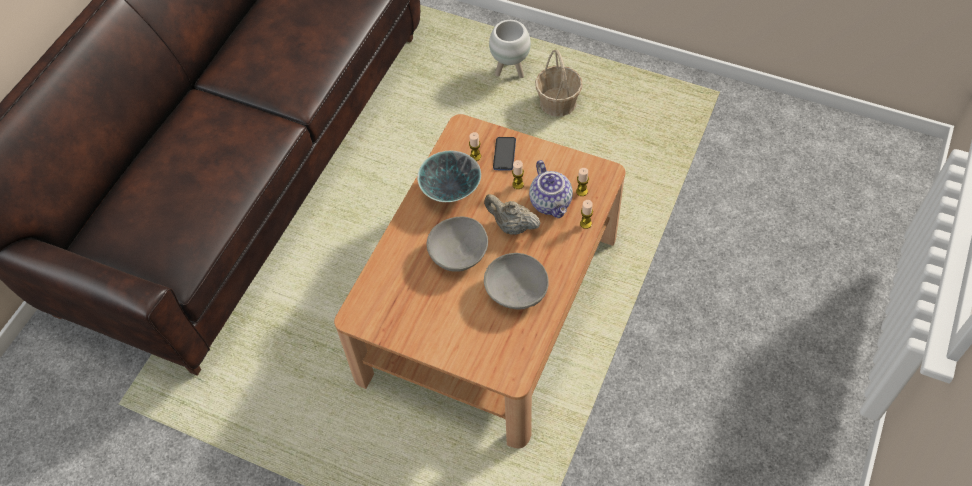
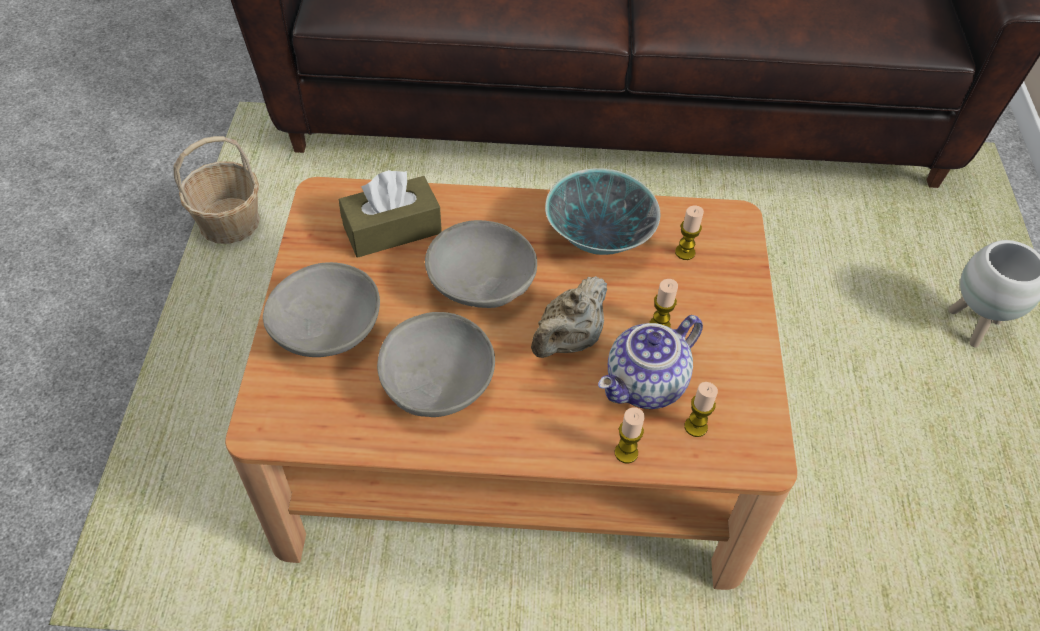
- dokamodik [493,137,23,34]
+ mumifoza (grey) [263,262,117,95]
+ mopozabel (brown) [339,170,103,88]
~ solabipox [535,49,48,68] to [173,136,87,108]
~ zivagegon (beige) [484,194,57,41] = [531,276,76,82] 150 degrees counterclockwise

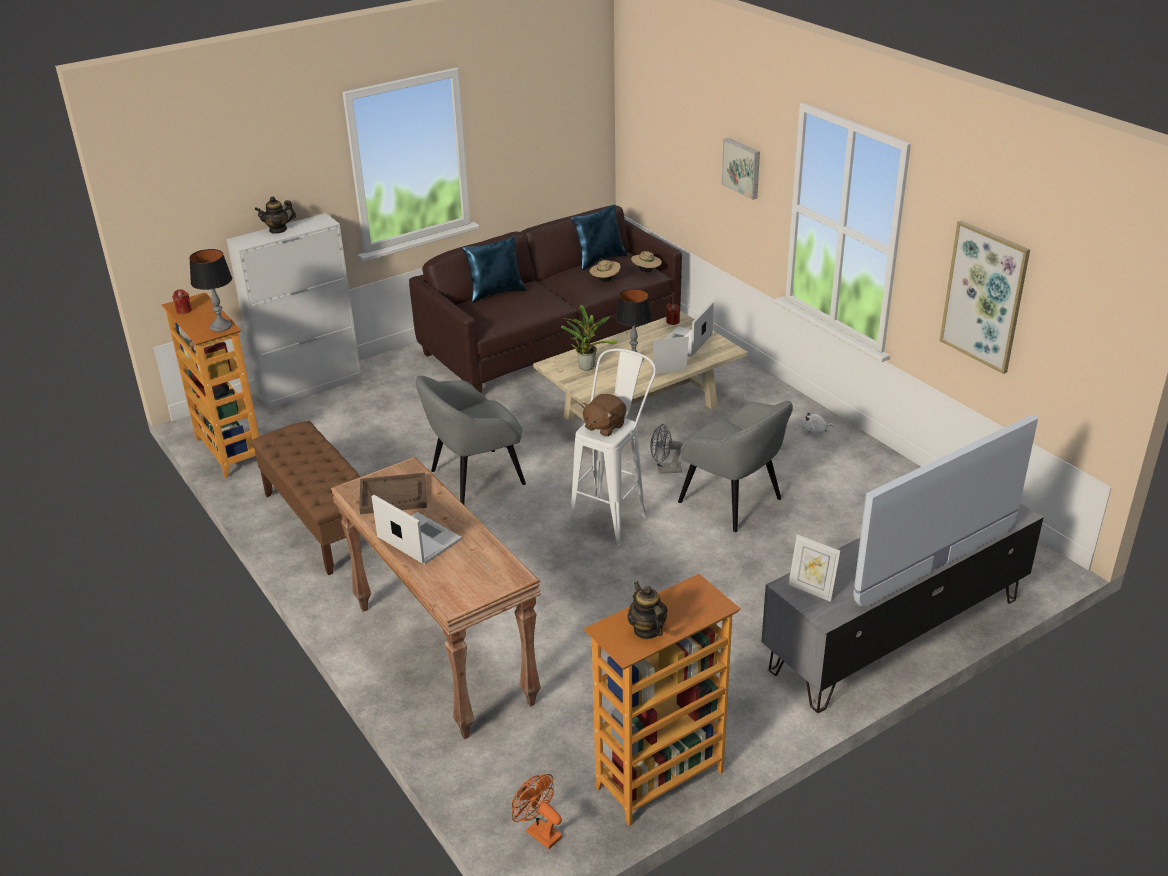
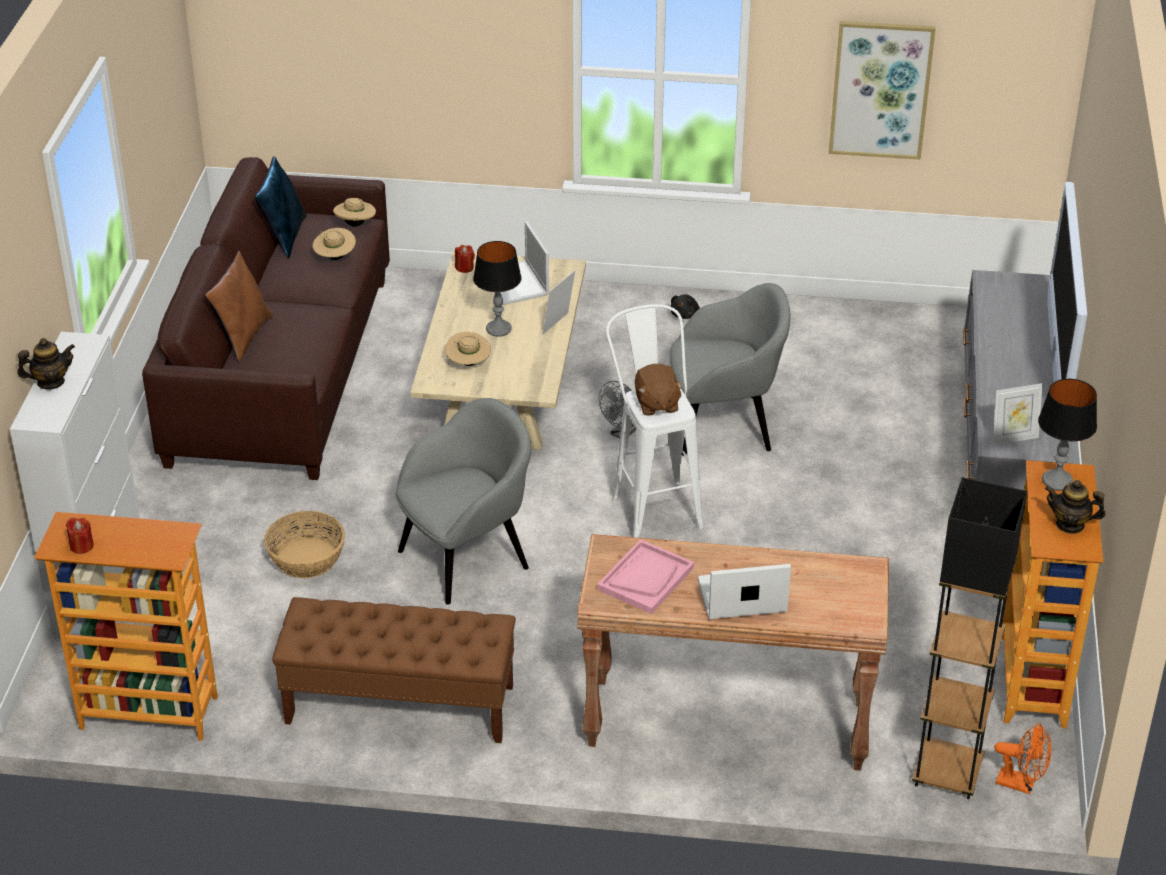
- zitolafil [722,138,38,62]
+ solabipox [264,511,81,67]
+ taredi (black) [912,477,115,322]
~ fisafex [189,249,43,83] to [1038,379,59,112]
~ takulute [561,305,56,66] to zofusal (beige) [445,332,46,34]
~ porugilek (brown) [359,473,68,41] to porugilek (pink) [597,539,97,75]
~ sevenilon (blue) [462,236,64,67] to sevenilon (brown) [205,251,68,111]
~ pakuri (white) [803,411,31,24] to pakuri (black) [670,294,30,25]
~ zivagegon [255,196,41,37] = [17,338,58,52] 135 degrees counterclockwise
~ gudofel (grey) [416,376,110,129] = [395,398,136,207] 135 degrees counterclockwise
~ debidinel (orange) [512,774,50,75] = [995,723,56,71] 150 degrees counterclockwise

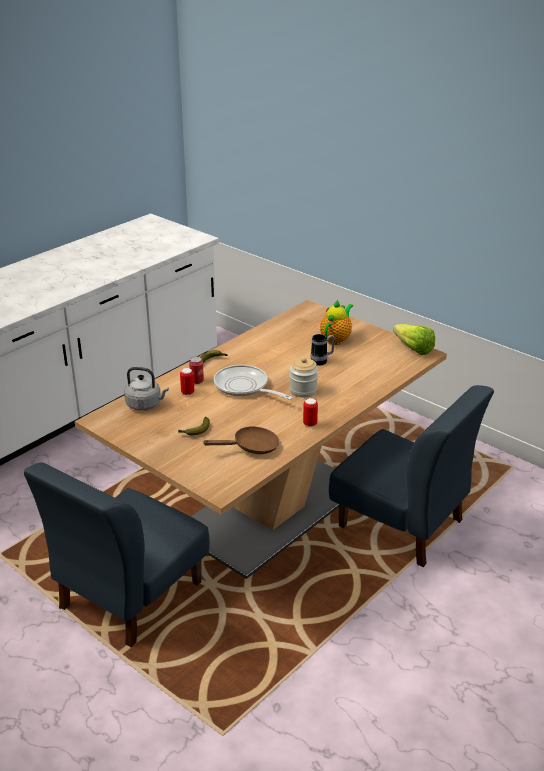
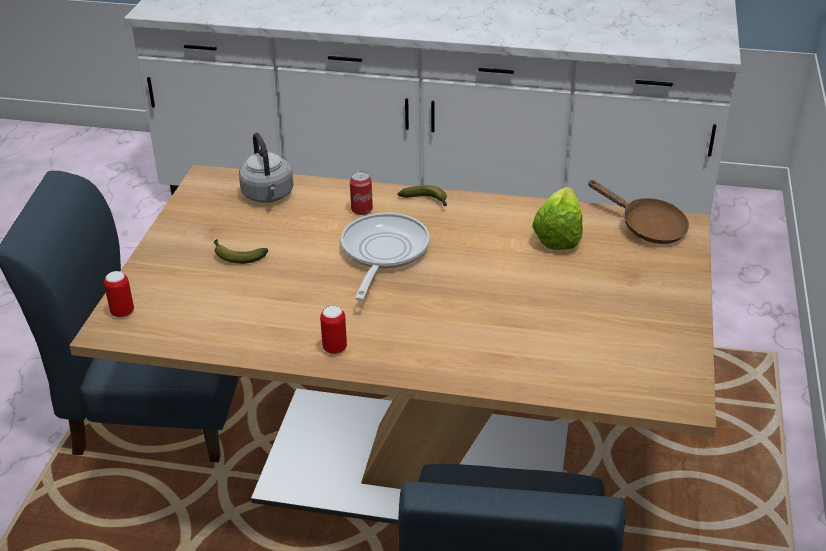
- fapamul [289,357,29,40]
- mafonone [310,334,25,32]
- zivagegon [320,300,33,45]
~ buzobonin [180,368,14,27] to [104,271,30,46]
~ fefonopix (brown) [203,426,76,28] to [588,180,101,64]
~ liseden [393,324,42,31] to [532,187,51,63]

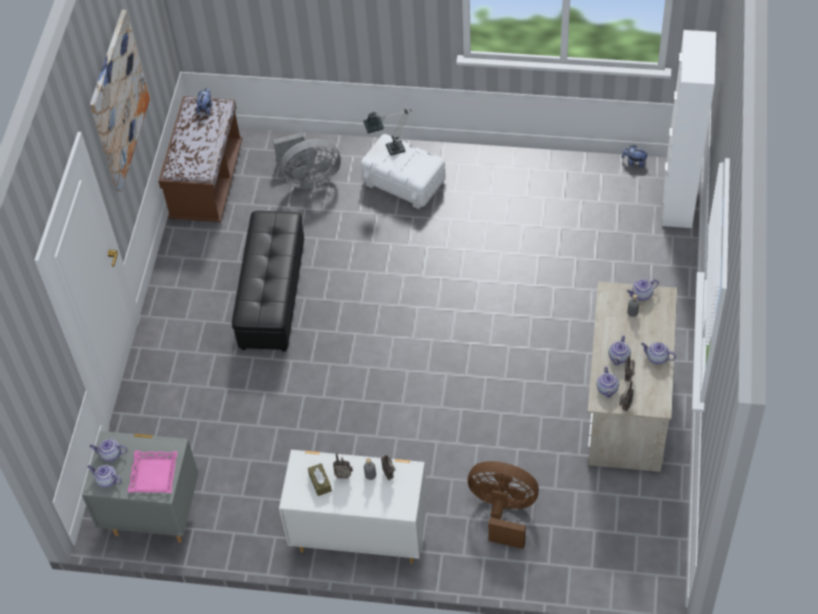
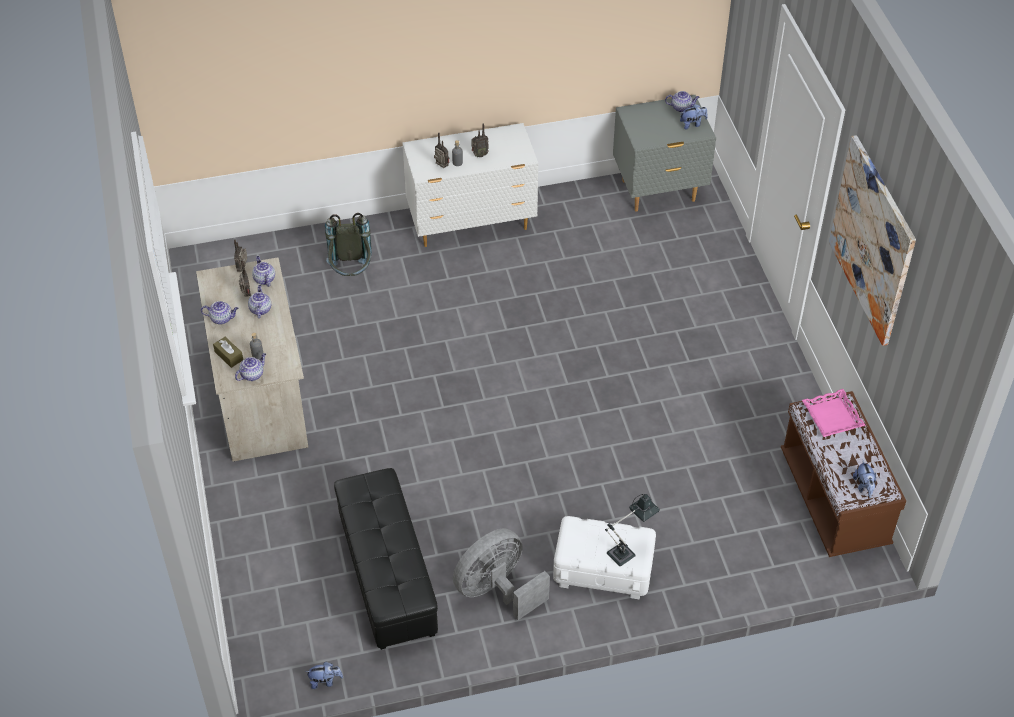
- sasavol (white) [662,30,54,198]
~ porugilek (pink) [128,451,50,42] to [802,389,64,48]
~ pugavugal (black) [232,211,72,141] to [334,468,104,182]
~ debidinel (grey) [273,132,68,57] to [453,528,97,92]
~ mopozabel (brown) [308,463,24,33] to [213,337,30,31]
~ zivagegon [90,439,38,23] to pakuri [680,104,28,26]
~ debidinel (brown) [468,461,71,88] to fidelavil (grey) [325,213,47,63]

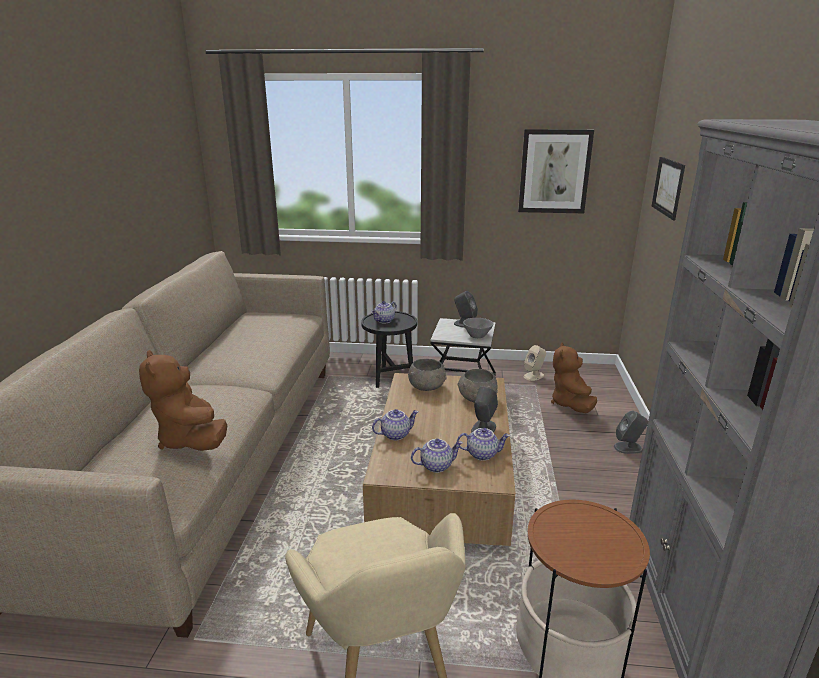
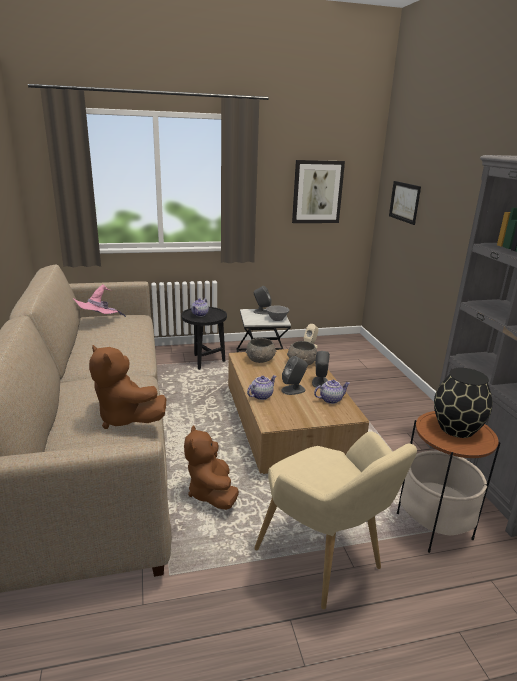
- zivagegon [411,439,52,34]
+ zofusal (pink) [73,284,53,33]
+ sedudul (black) [434,368,58,70]
~ pakuri (brown) [551,342,46,71] to [184,425,55,85]
~ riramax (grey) [614,411,34,43] to [281,356,27,39]

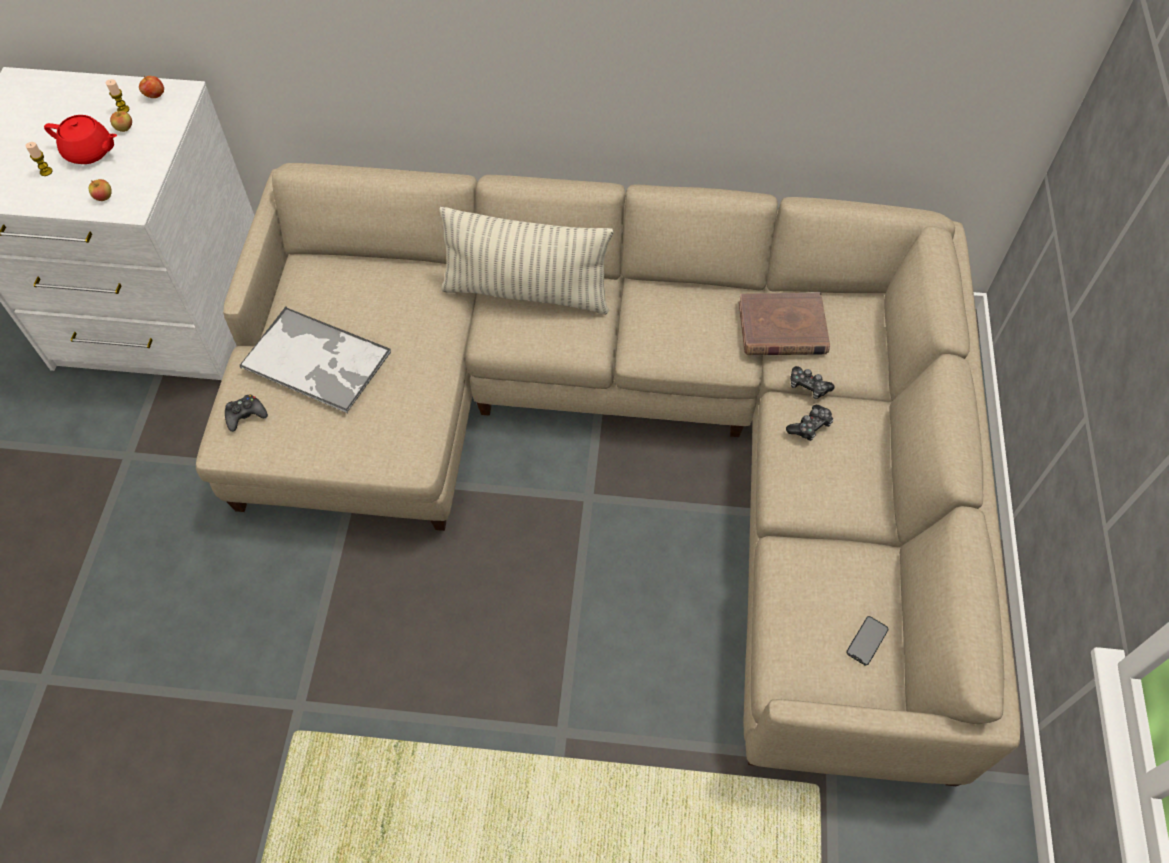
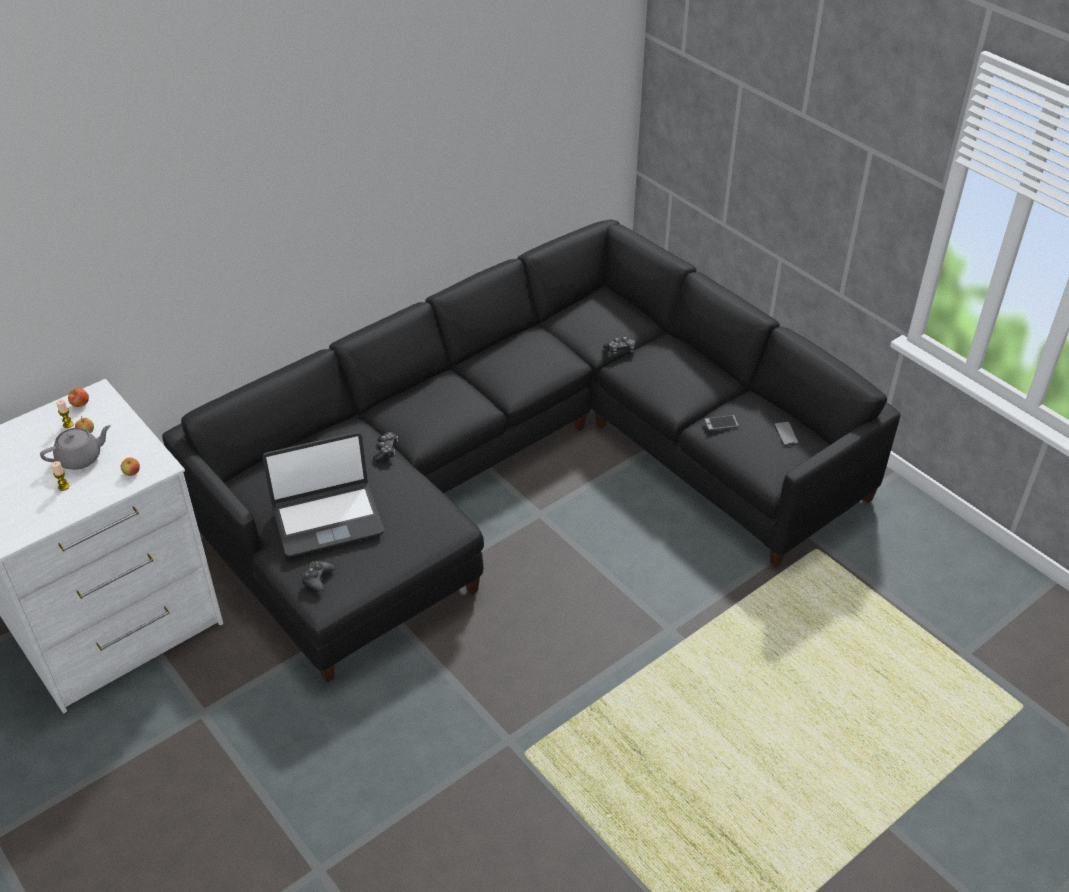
- sevenilon [439,207,175,108]
- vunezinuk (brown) [739,292,91,64]
+ dokamodik [704,415,35,16]
~ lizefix [786,404,47,37] to [373,432,25,30]
~ porugilek [239,307,152,106] to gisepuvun [263,432,121,125]
~ zivagegon (red) [44,115,73,49] to zivagegon (grey) [40,425,71,45]
~ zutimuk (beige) [196,163,825,623] to zutimuk (black) [162,219,739,464]

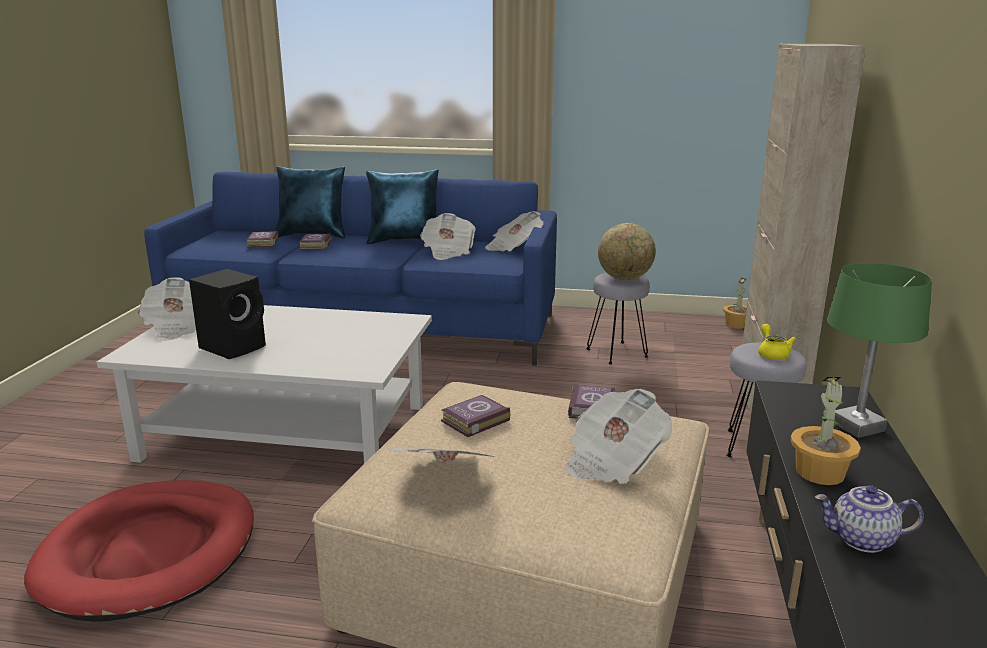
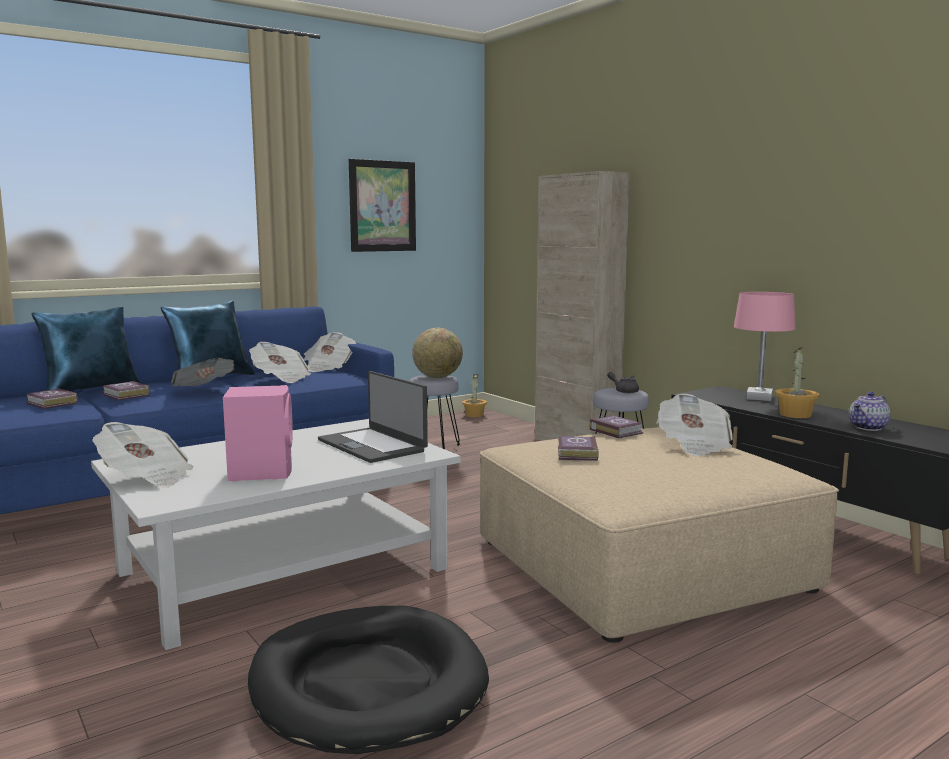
+ gisepuvun [318,371,110,92]
+ zitolafil [349,159,67,93]
~ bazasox [388,448,107,15] to [171,358,63,29]
~ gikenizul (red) [24,480,229,142] to gikenizul (black) [248,606,241,148]
~ riramax (black) [189,269,77,90] to riramax (pink) [223,385,70,96]
~ zivagegon (yellow) [758,324,38,36] to zivagegon (grey) [607,372,32,21]
~ fisafex (green) [827,263,105,175] to fisafex (pink) [734,292,62,109]

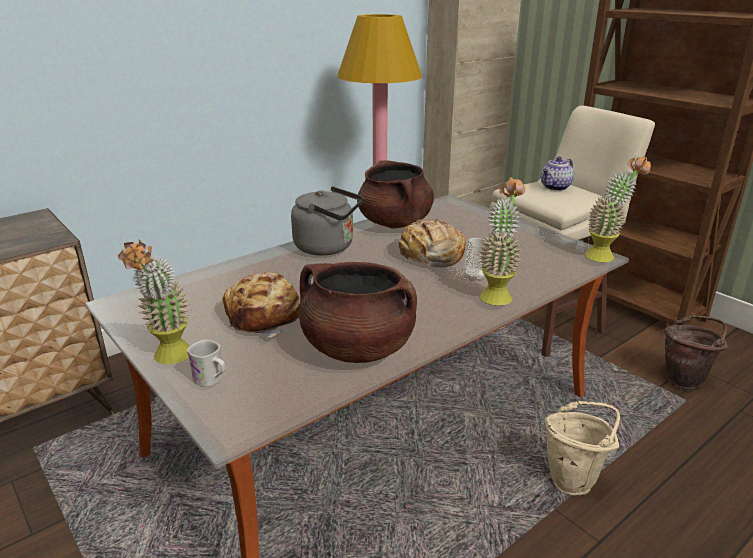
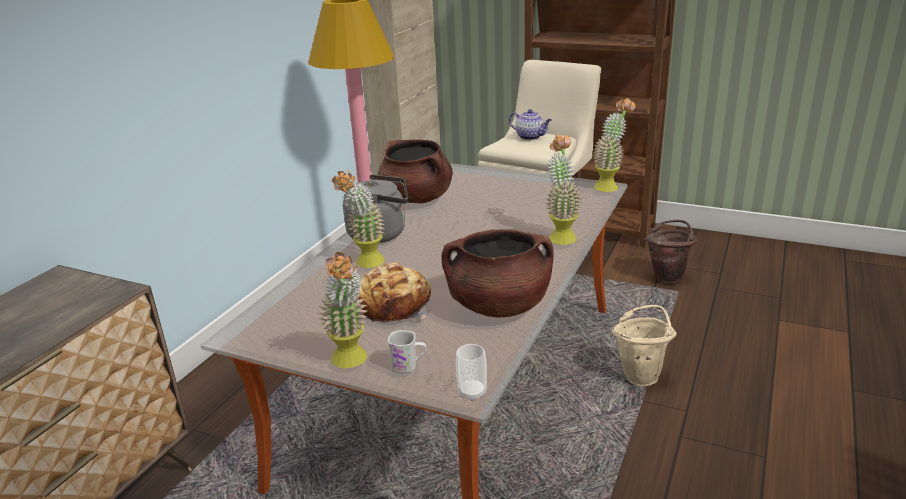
- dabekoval [398,219,68,48]
+ takulute [332,170,53,98]
~ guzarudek [464,238,23,43] to [456,344,31,57]
~ zivagegon [541,157,33,34] = [509,109,43,31] 75 degrees counterclockwise

